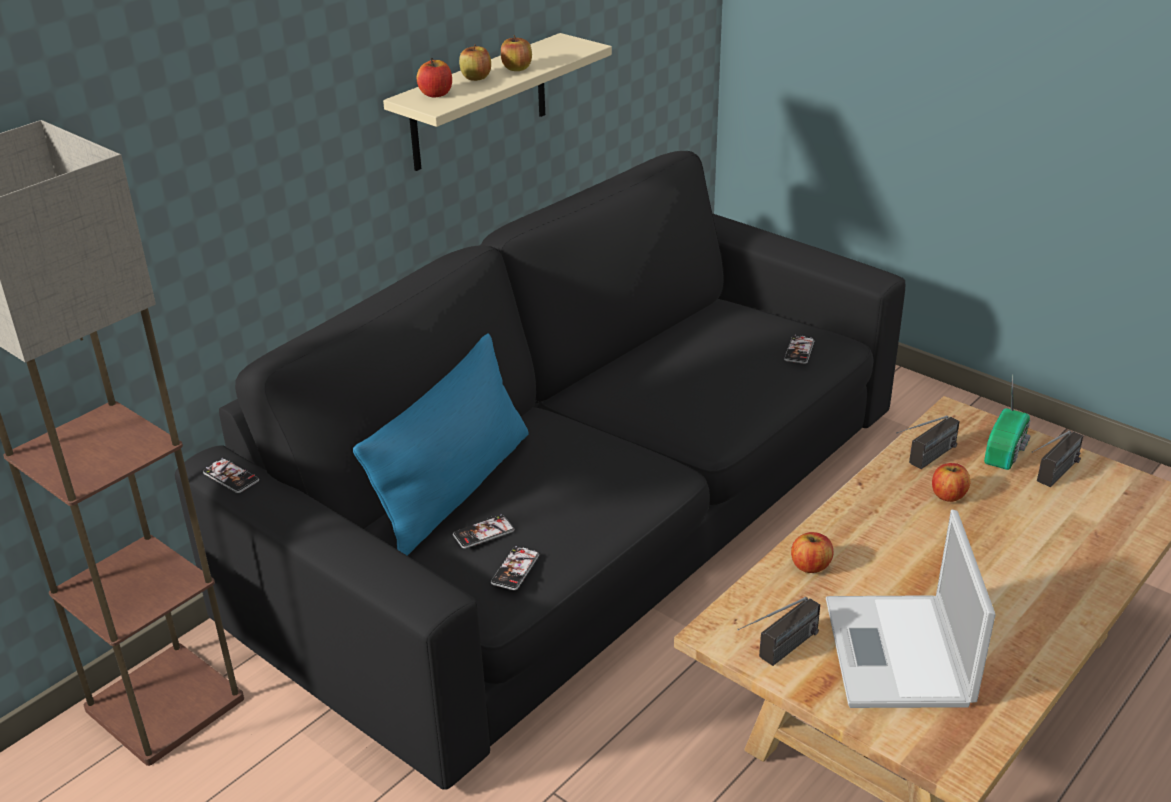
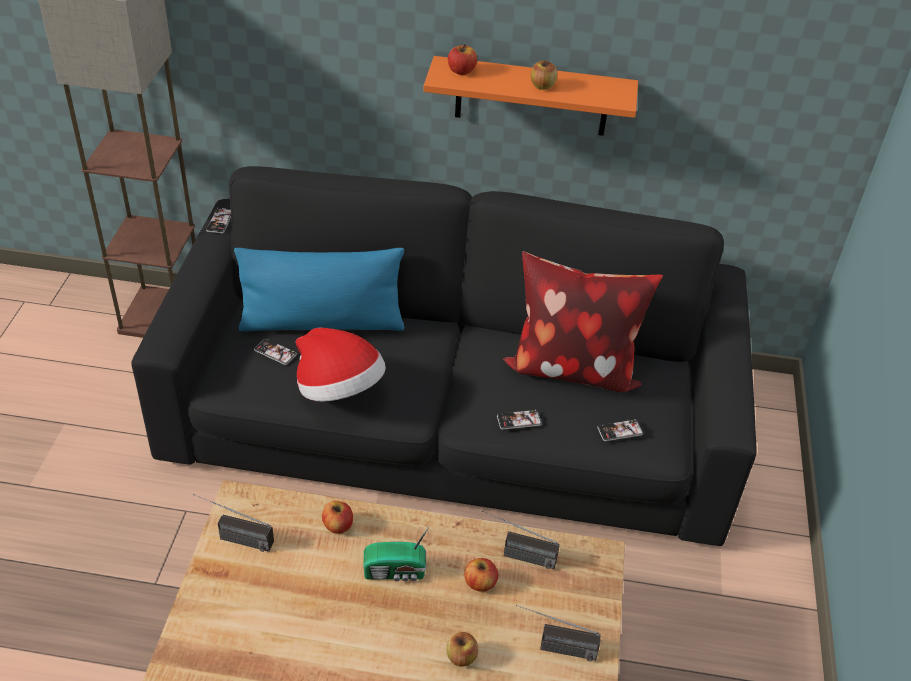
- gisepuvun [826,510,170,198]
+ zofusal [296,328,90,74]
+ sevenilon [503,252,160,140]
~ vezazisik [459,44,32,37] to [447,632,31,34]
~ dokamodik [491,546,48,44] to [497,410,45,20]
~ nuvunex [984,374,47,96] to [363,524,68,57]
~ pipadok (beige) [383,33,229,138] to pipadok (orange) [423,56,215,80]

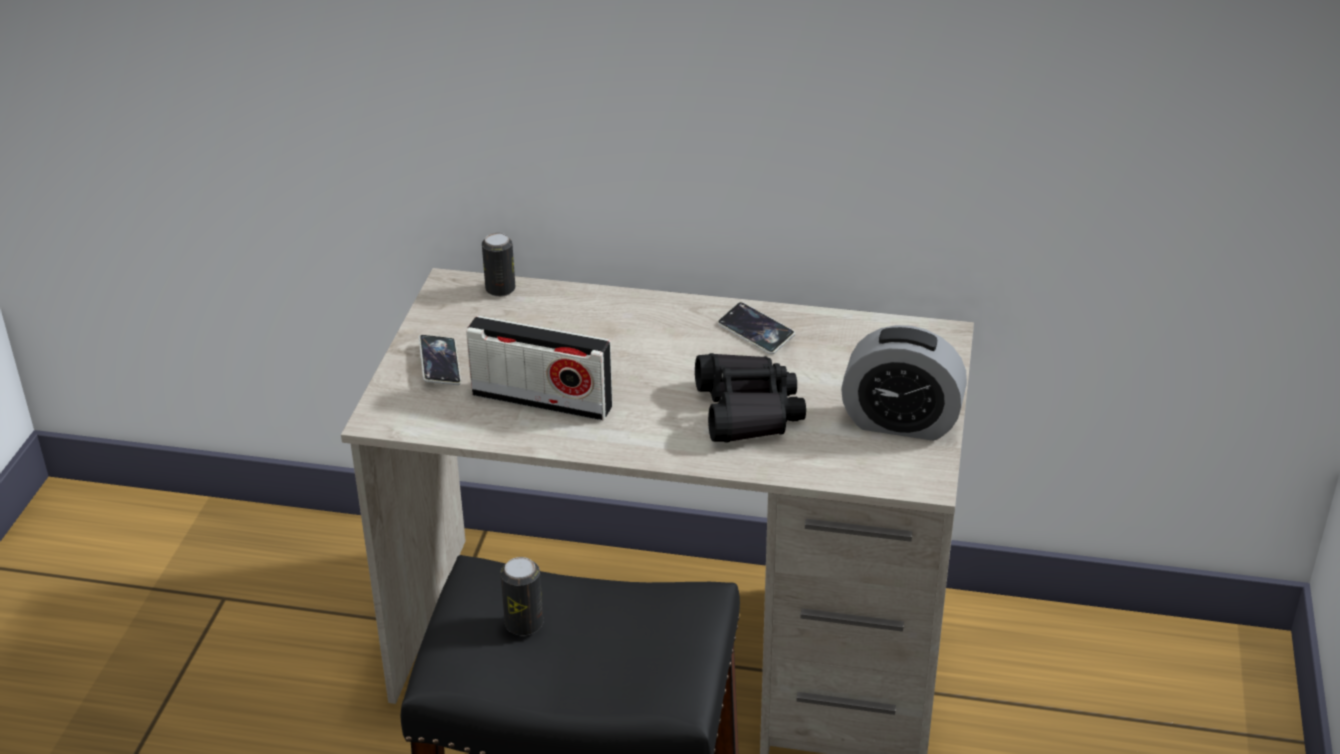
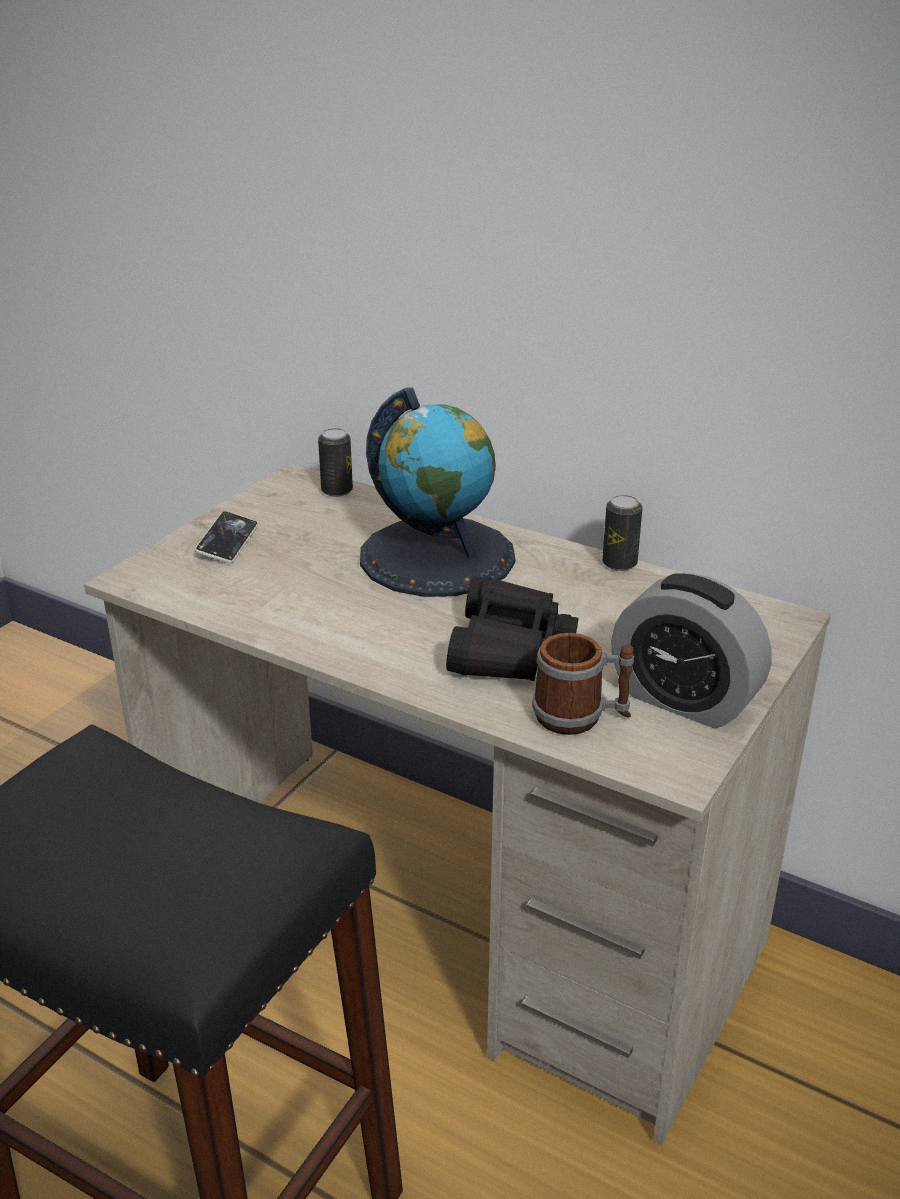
- nuvunex [466,316,147,105]
- dokamodik [718,302,77,52]
+ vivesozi [360,388,155,209]
+ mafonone [532,633,102,102]
~ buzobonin [500,557,43,79] to [602,495,40,76]

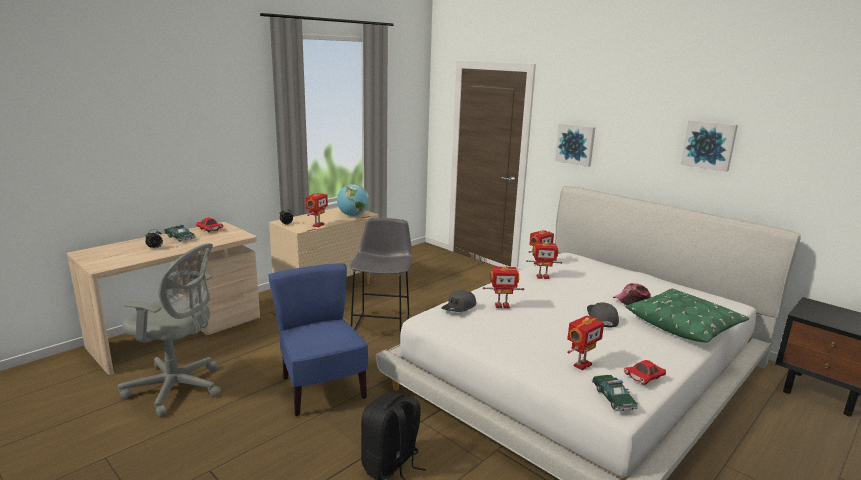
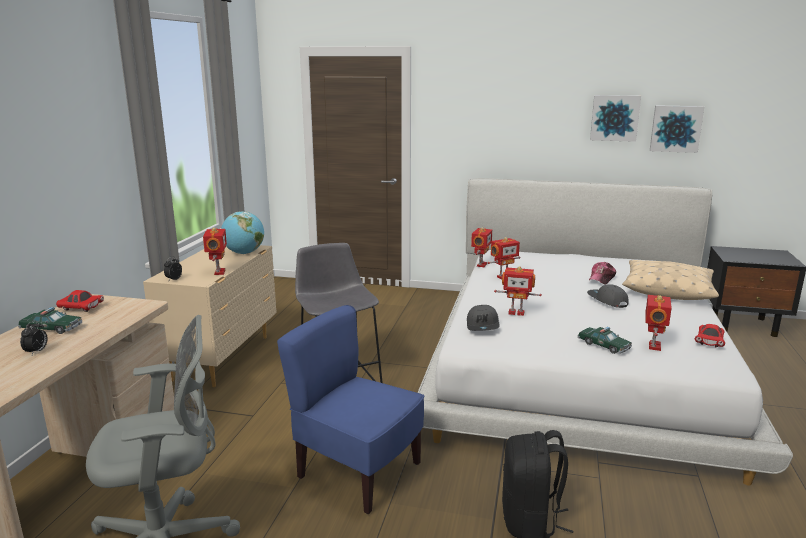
~ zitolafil [555,123,40,44] to [650,105,54,48]
~ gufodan [592,375,46,36] to [578,327,54,27]
~ sevenilon (green) [626,289,123,53] to sevenilon (beige) [622,260,97,40]
~ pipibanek [483,265,41,43] = [494,266,48,50] 45 degrees clockwise

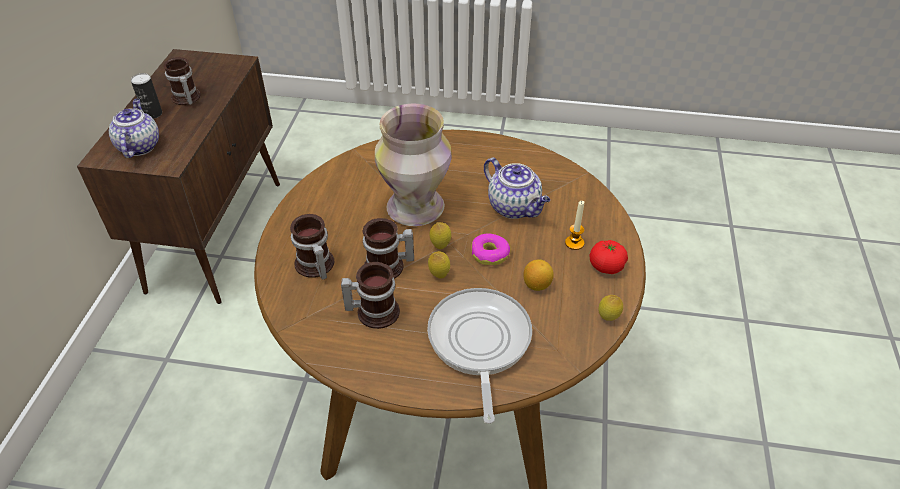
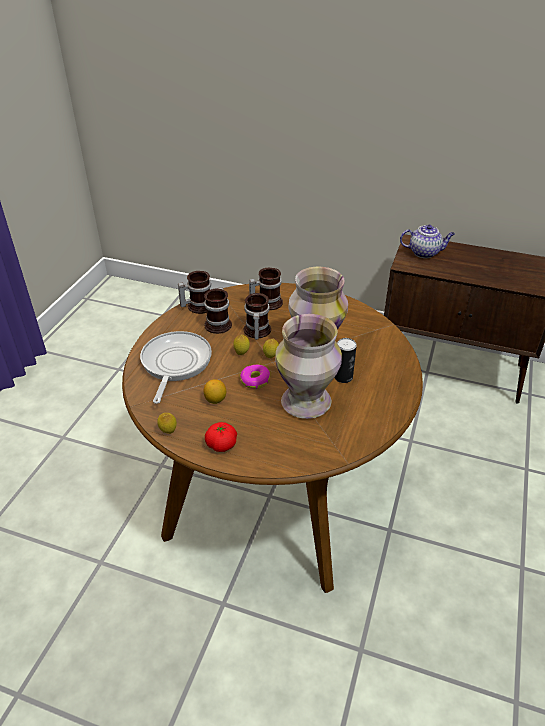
- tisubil [565,201,19,49]
~ buzobonin [131,73,31,46] to [334,338,23,45]
~ mafonone [163,57,38,48] to [178,271,33,43]
~ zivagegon [484,158,66,61] to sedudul [275,314,67,105]
~ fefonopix [427,288,105,136] = [140,331,72,73] 90 degrees counterclockwise

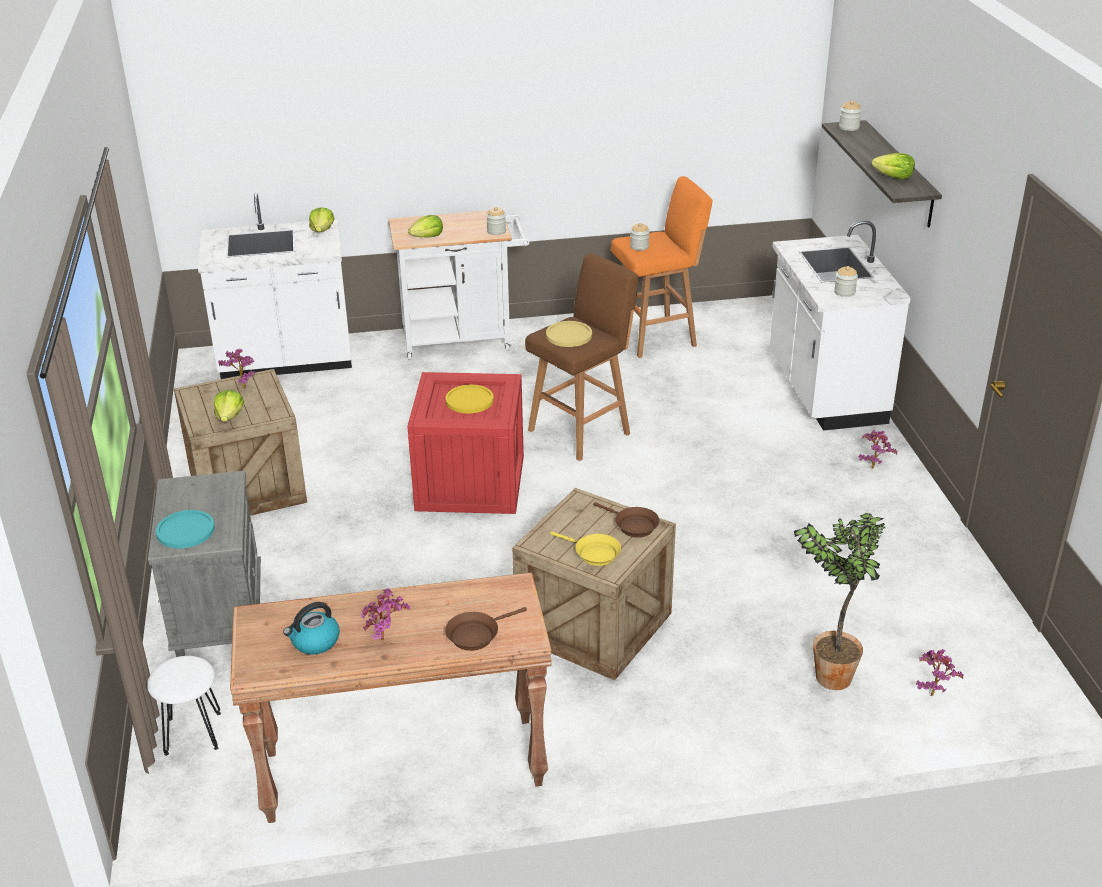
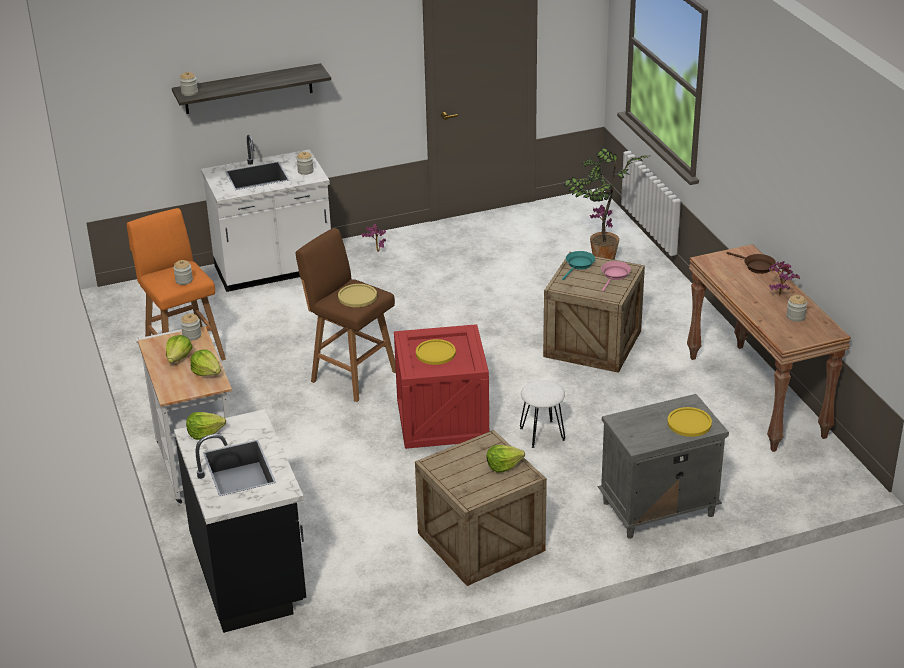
- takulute [218,349,37,40]
~ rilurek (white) [147,656,74,100] to [520,380,45,68]
~ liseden [872,153,43,27] to [166,335,26,28]
~ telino [283,602,57,52] to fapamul [786,295,21,27]
~ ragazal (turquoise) [156,510,59,38] to ragazal (yellow) [667,407,45,30]
~ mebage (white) [198,193,154,186] to mebage (black) [174,409,132,224]
~ fefonopix (yellow) [550,532,71,34] to fefonopix (pink) [601,261,30,31]
~ fefonopix (brown) [593,502,66,36] to fefonopix (turquoise) [562,251,33,29]

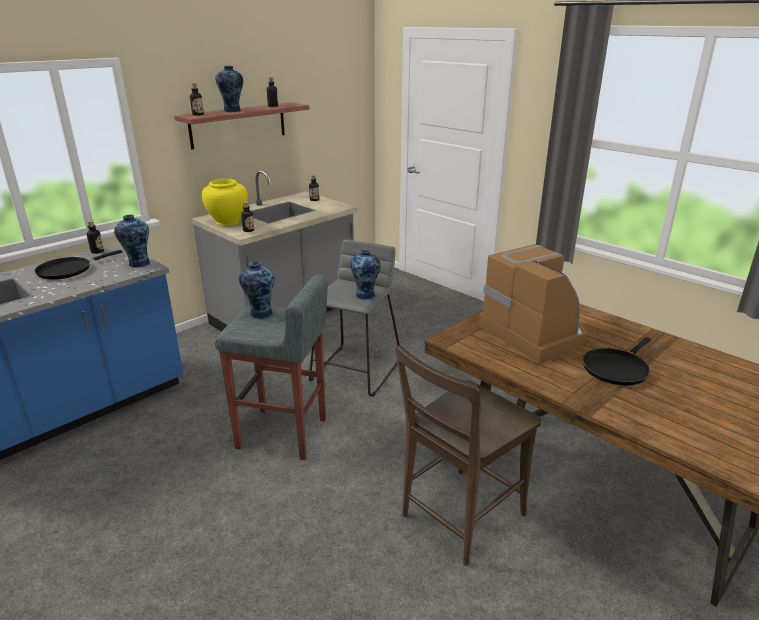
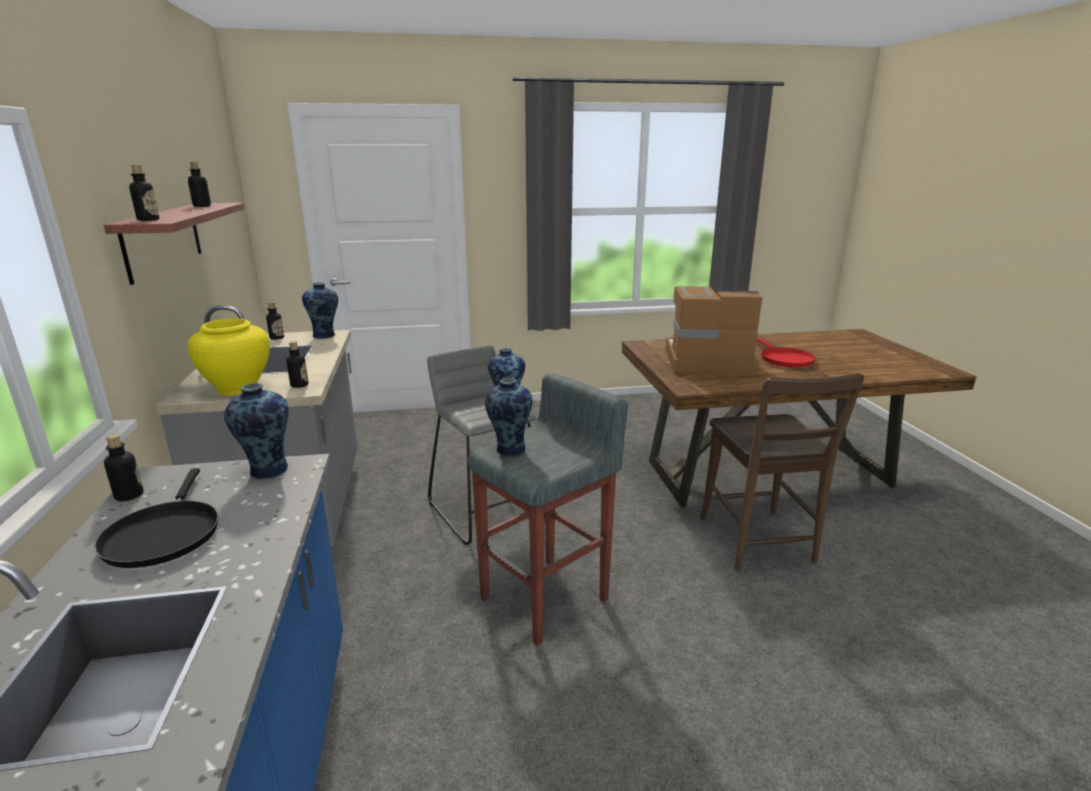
~ sedudul [215,65,28,47] to [302,282,36,57]
~ fefonopix (black) [583,337,68,48] to fefonopix (red) [757,338,59,29]

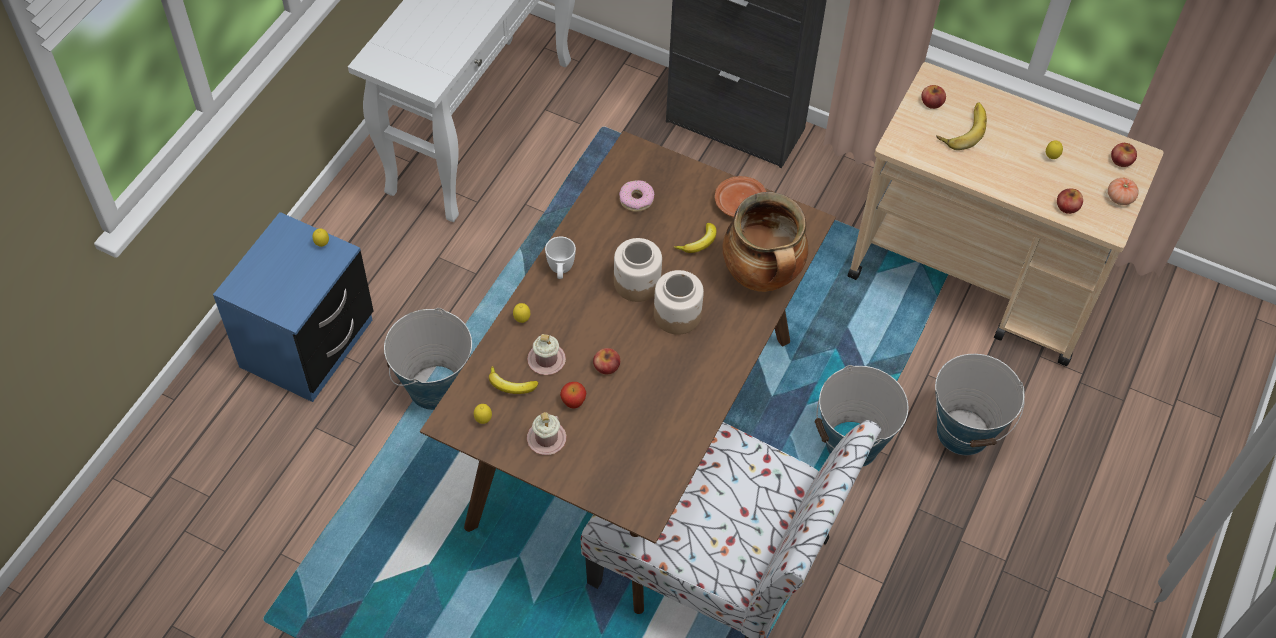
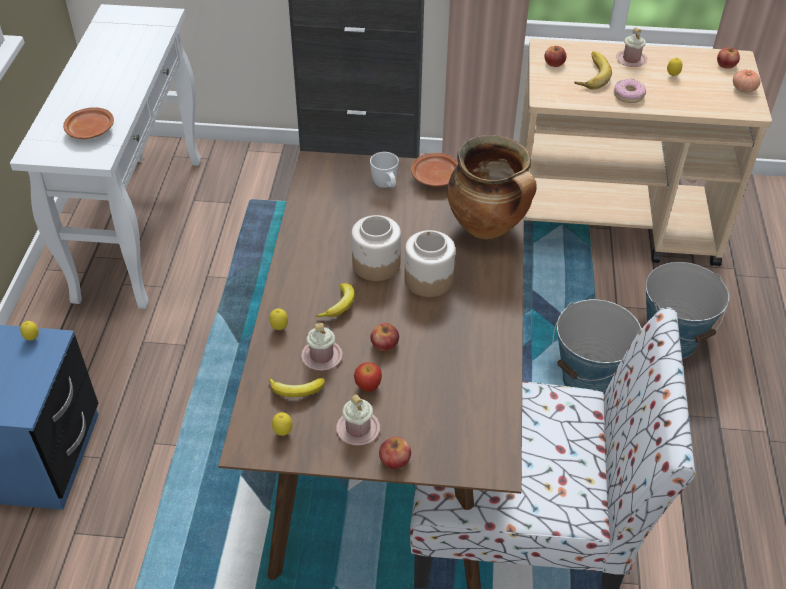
- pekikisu [384,308,88,102]
+ ragazal (brown) [63,107,51,32]
+ mafonone (pink) [616,27,31,40]
~ mafonone (white) [545,236,31,43] to [370,152,29,36]
~ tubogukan [619,180,35,32] to [614,79,32,24]
~ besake [674,223,43,30] to [315,283,40,34]
~ vezazisik [1057,188,26,26] to [379,437,32,32]

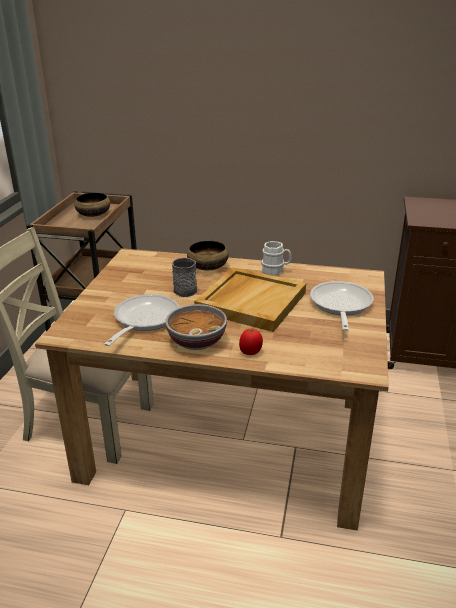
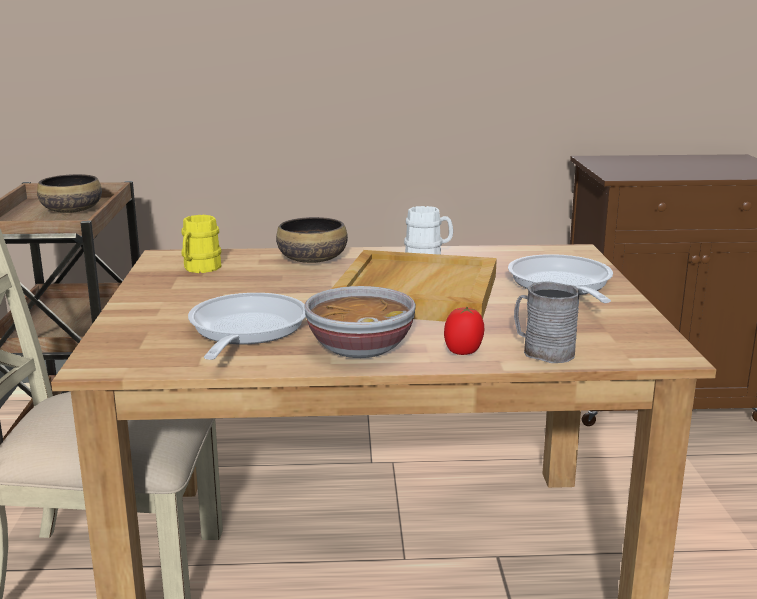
+ mafonone (yellow) [181,215,40,58]
~ mafonone (grey) [172,258,25,39] to [514,282,65,81]

